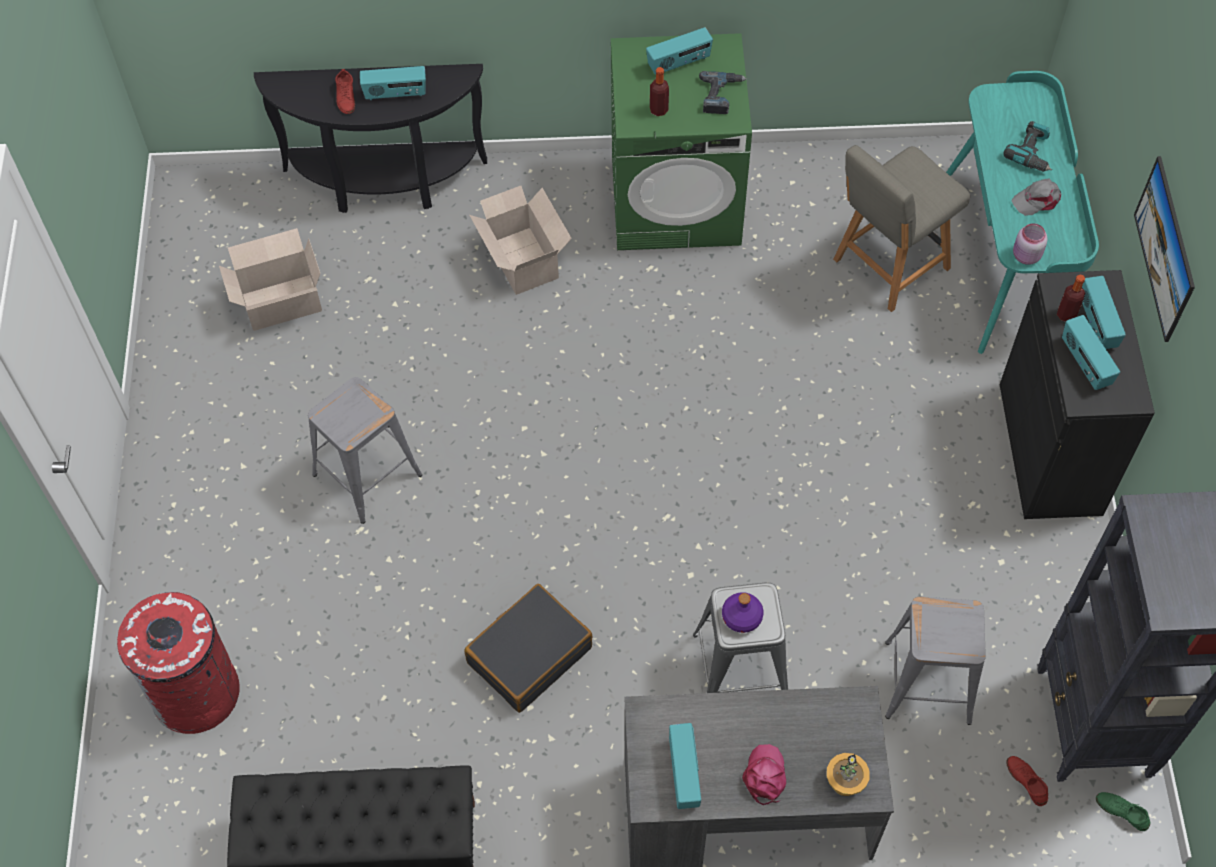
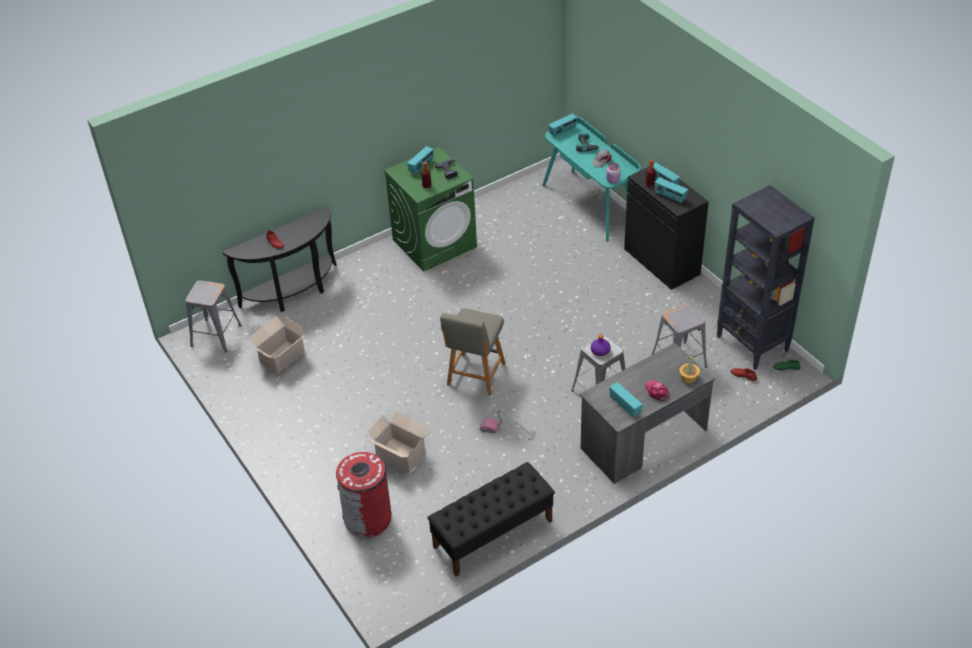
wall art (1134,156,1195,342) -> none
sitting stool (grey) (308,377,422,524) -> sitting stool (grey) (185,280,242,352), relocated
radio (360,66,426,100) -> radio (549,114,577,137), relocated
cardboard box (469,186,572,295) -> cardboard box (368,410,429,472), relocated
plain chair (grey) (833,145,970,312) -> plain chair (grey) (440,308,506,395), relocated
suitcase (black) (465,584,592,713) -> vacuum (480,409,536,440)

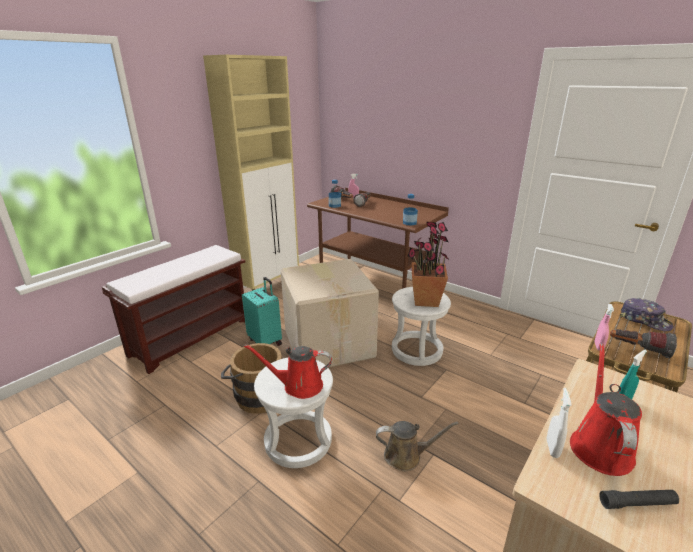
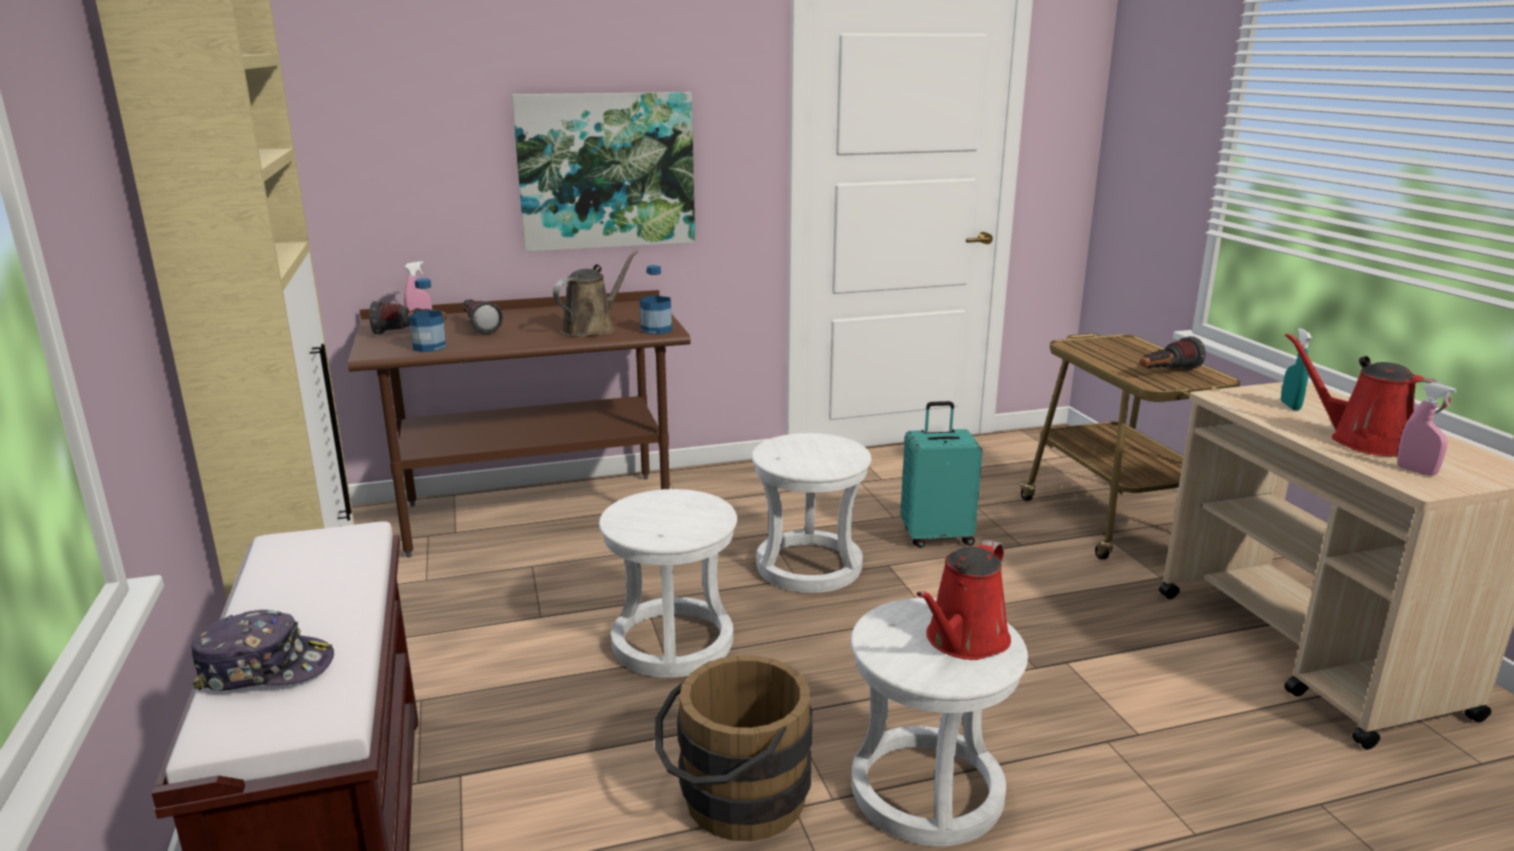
houseplant (408,222,450,307) -> none
sprayer (white-coloured) (547,388,572,458) -> none
hand torch (black) (599,490,679,509) -> none
none -> wall art (512,92,695,252)
suitcase (turquoise-coloured) (242,277,282,346) -> suitcase (turquoise-coloured) (900,401,982,548), relocated
sprinkling can (brown-coloured) (376,421,459,471) -> sprinkling can (brown-coloured) (553,250,638,337), relocated
sprayer (pinkish) (594,304,614,351) -> sprayer (pinkish) (1397,383,1456,476), relocated
baseball cap (620,298,673,331) -> baseball cap (192,610,334,691), relocated
cardboard box (281,259,379,368) -> sitting stool (white-coloured) (599,489,737,678)

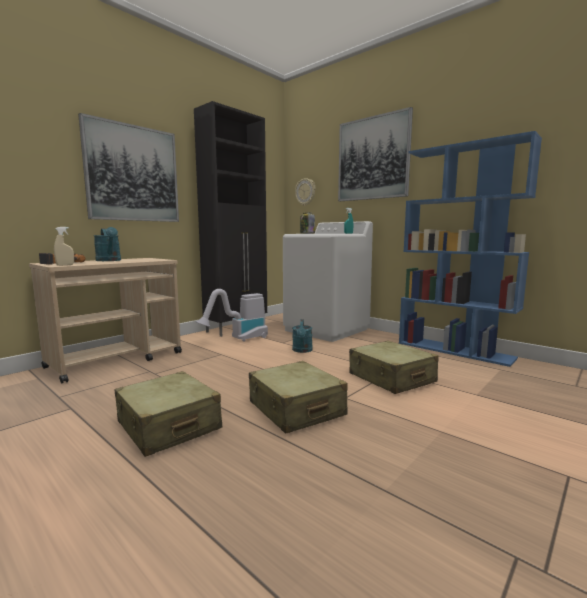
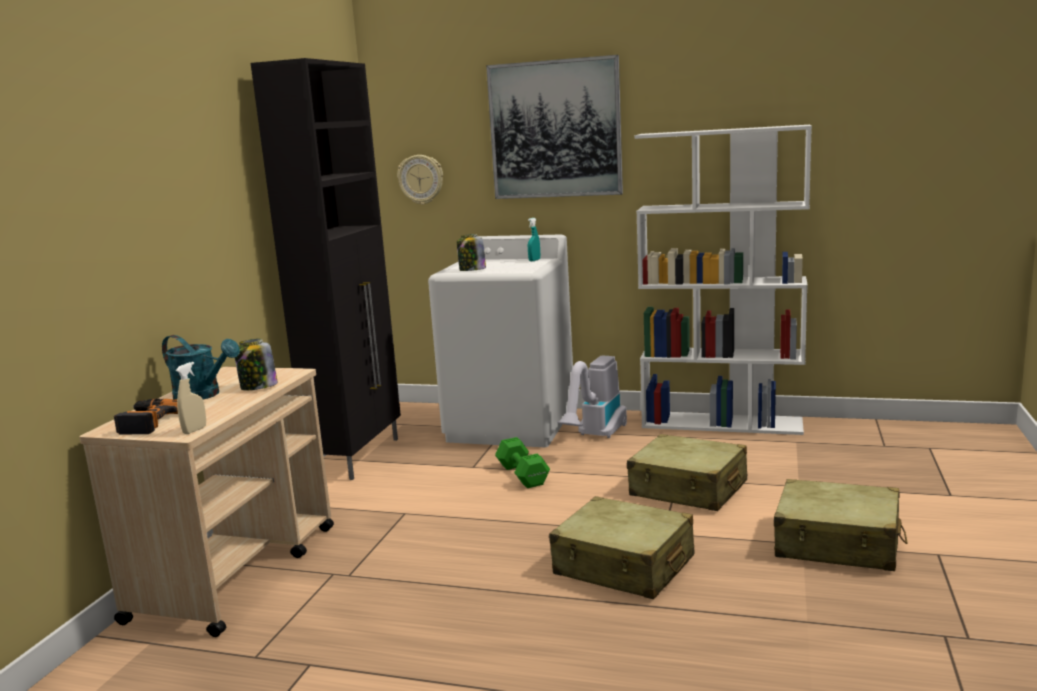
wall art (78,113,179,222) -> none
none -> storage jar (235,339,278,390)
suitcase (sand-coloured) (115,371,222,457) -> suitcase (sand-coloured) (774,479,908,571), relocated
vacuum (196,289,268,342) -> vacuum (557,356,627,438), relocated
sprinkling can (turquoise-coloured) (292,319,313,353) -> dumbbell (greenish) (495,437,550,488)
bookcase (blue) (399,131,542,367) -> bookcase (white-coloured) (634,125,812,435)

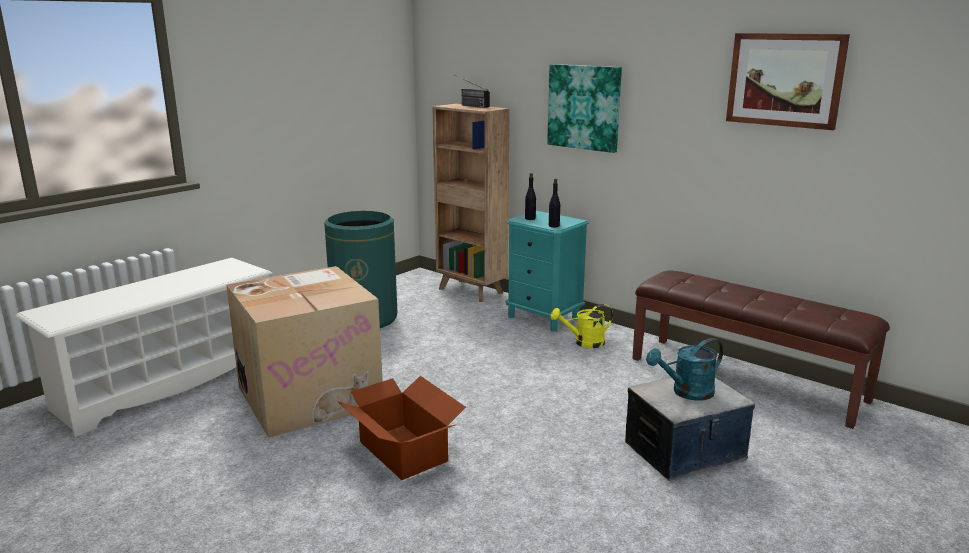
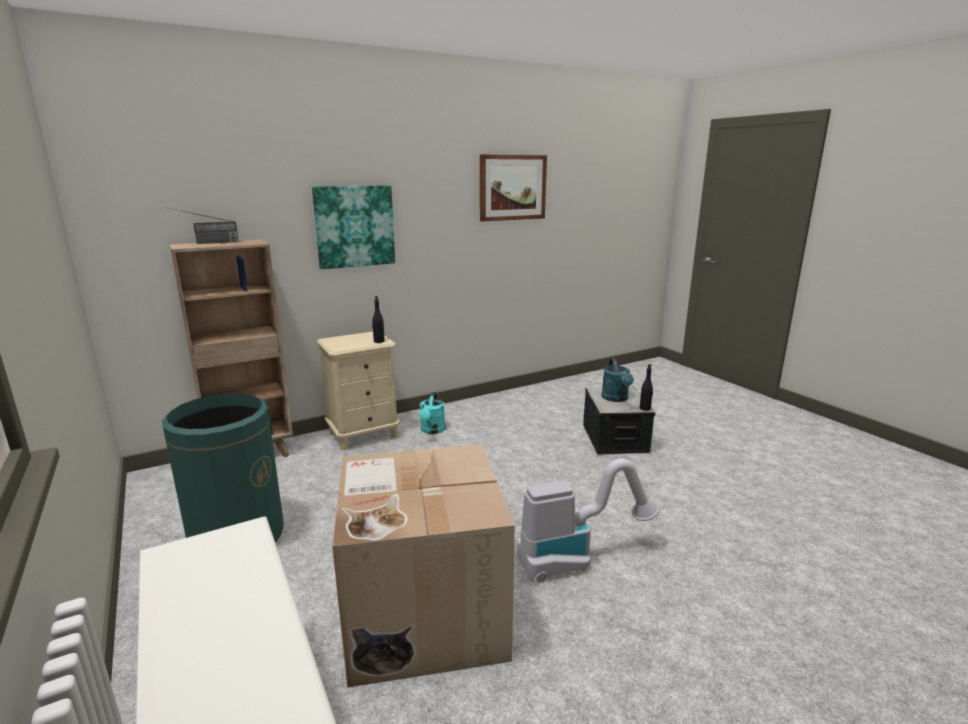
bench (brown-coloured) (632,270,890,429) -> none
bottle (black) (525,173,536,220) -> bottle (black) (640,364,653,411), relocated
cardboard box (338,376,466,480) -> vacuum (517,459,660,583)
nightstand (turquoise-coloured) (505,211,589,331) -> nightstand (sand-coloured) (317,331,400,450)
sprinkling can (yellowish) (551,304,613,348) -> sprinkling can (turquoise-coloured) (419,392,446,434)

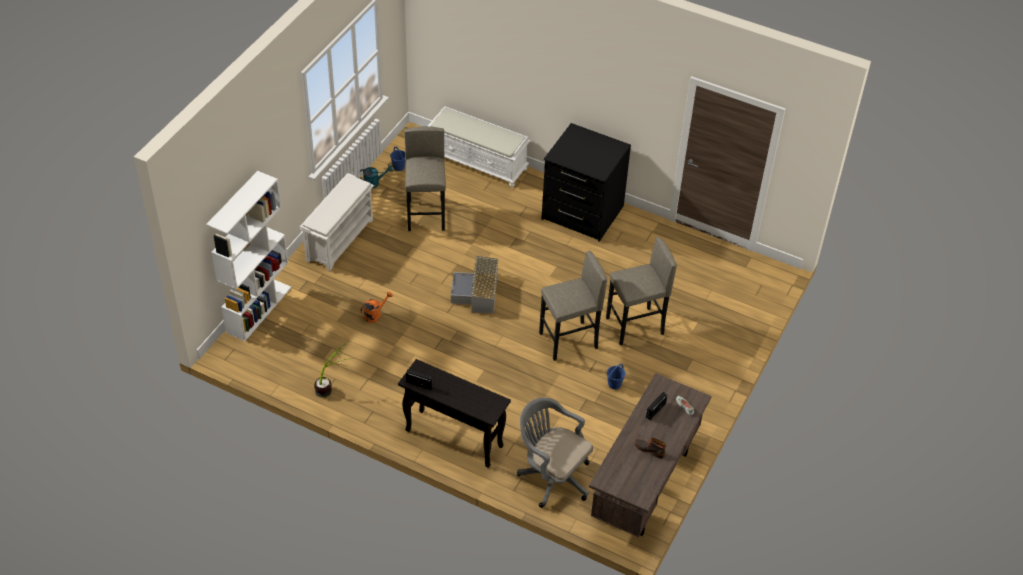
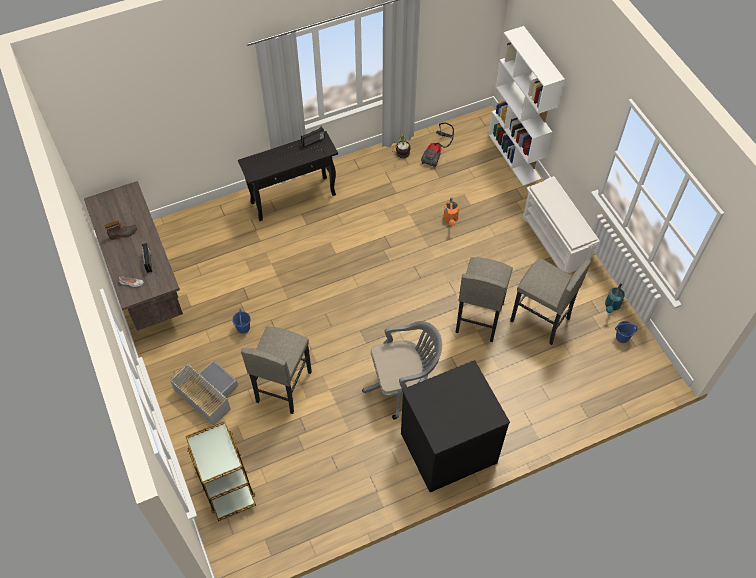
bench (white-coloured) (428,106,530,187) -> none
none -> trolley (brown-coloured) (185,421,256,521)
none -> vacuum (421,122,454,168)
storage bin (grey) (451,256,498,314) -> storage bin (grey) (170,360,238,425), relocated
desk chair (grey) (517,397,593,508) -> desk chair (grey) (362,321,442,420), relocated
sitting stool (grey) (539,251,607,361) -> sitting stool (grey) (455,257,513,342), relocated

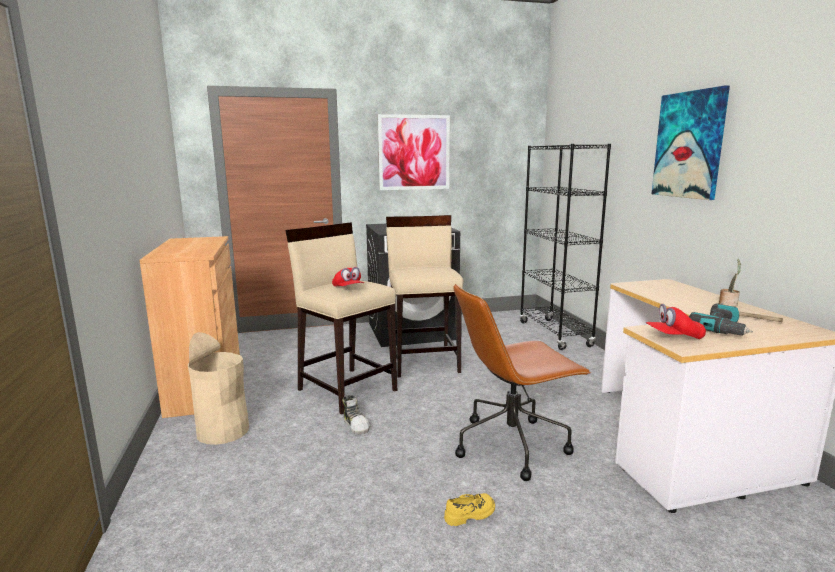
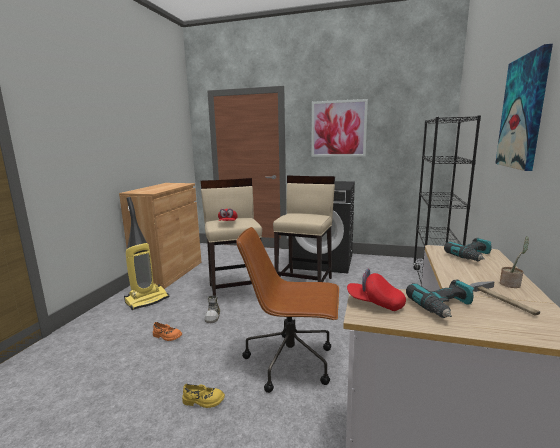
none -> shoe (orangey) (153,322,182,341)
none -> power drill (444,238,492,261)
rubbish bin (sand-coloured) (188,332,249,445) -> vacuum (124,197,169,310)

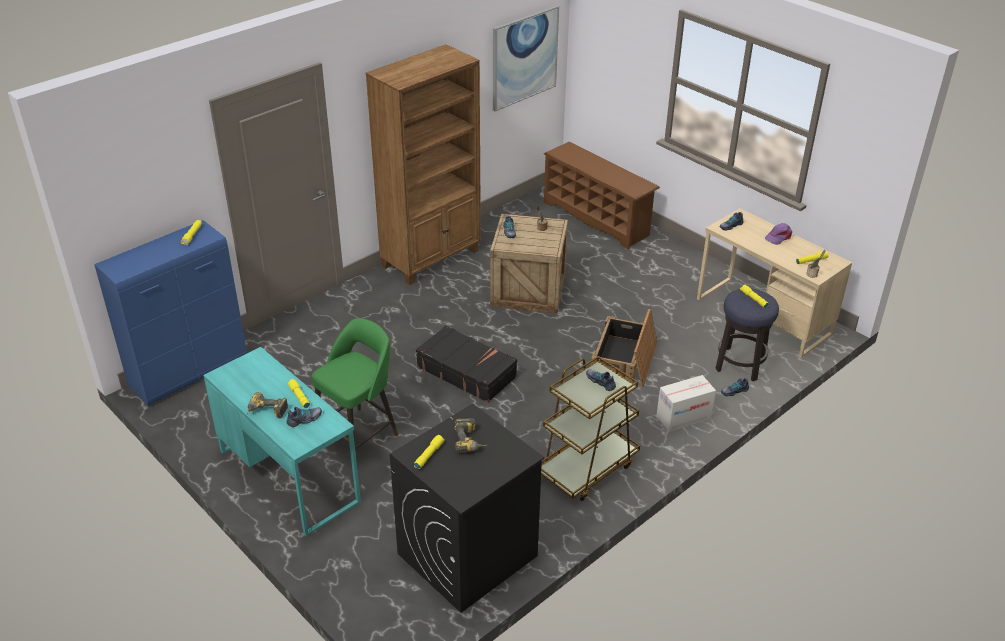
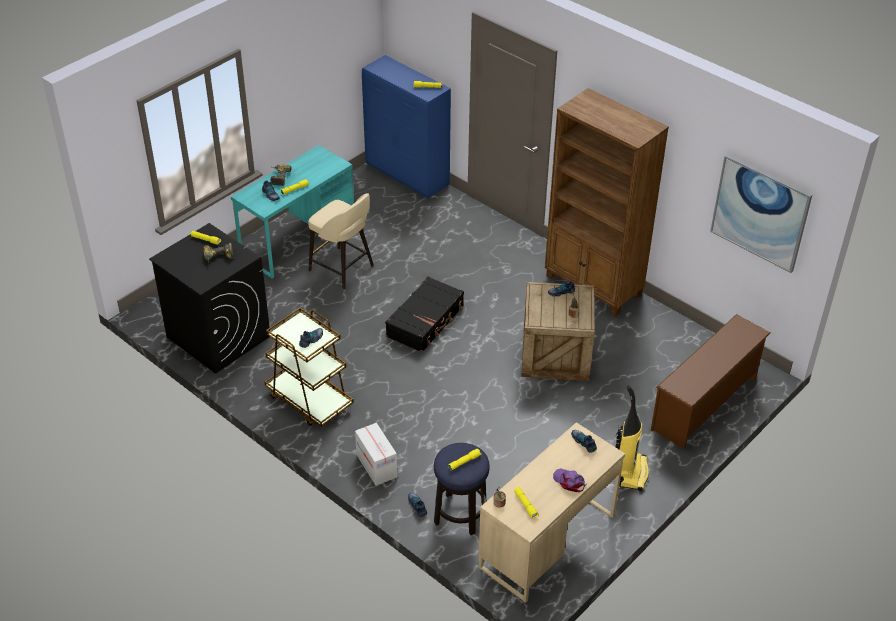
packing crate (591,309,657,387) -> none
none -> vacuum (616,385,649,491)
sitting stool (greenish) (312,318,398,450) -> sitting stool (sand-coloured) (308,193,374,290)

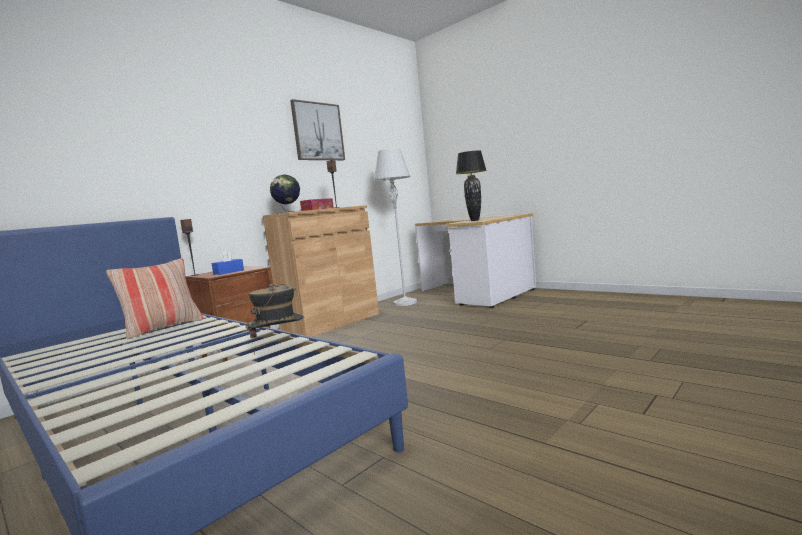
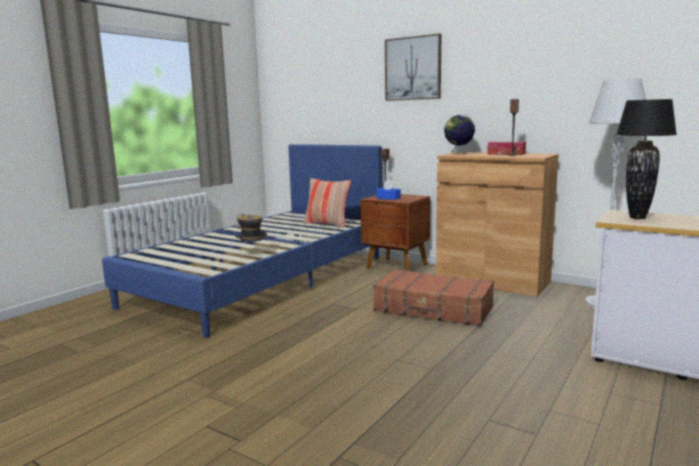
none -> suitcase (brown-coloured) (373,269,494,327)
wall art (290,99,345,160) -> wall art (385,33,441,101), relocated

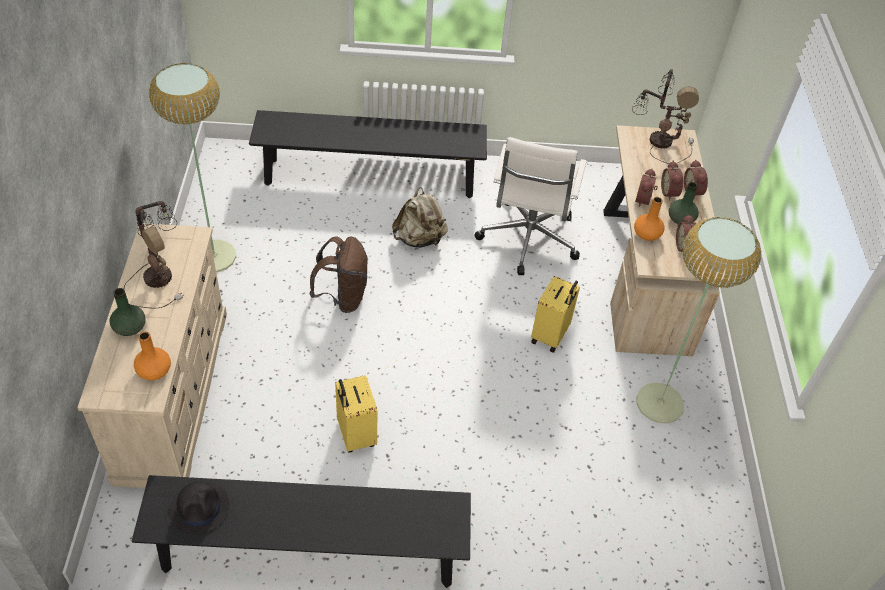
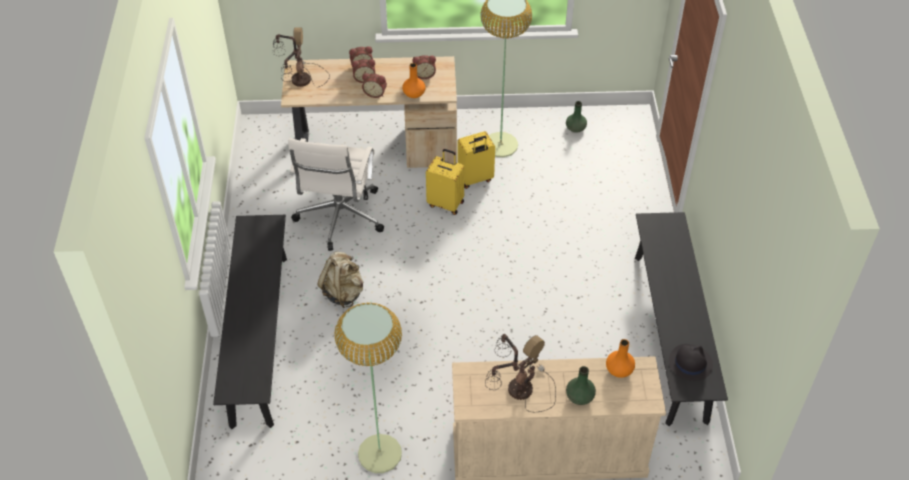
backpack (brown-coloured) (309,236,368,313) -> none
suitcase (yellowish) (335,375,377,453) -> suitcase (yellowish) (457,131,495,189), relocated
flower vase (greenish) (669,182,699,225) -> flower vase (greenish) (566,101,587,133), relocated
desk chair (white-coloured) (474,137,587,275) -> desk chair (white-coloured) (288,138,384,251), 90 degrees clockwise

